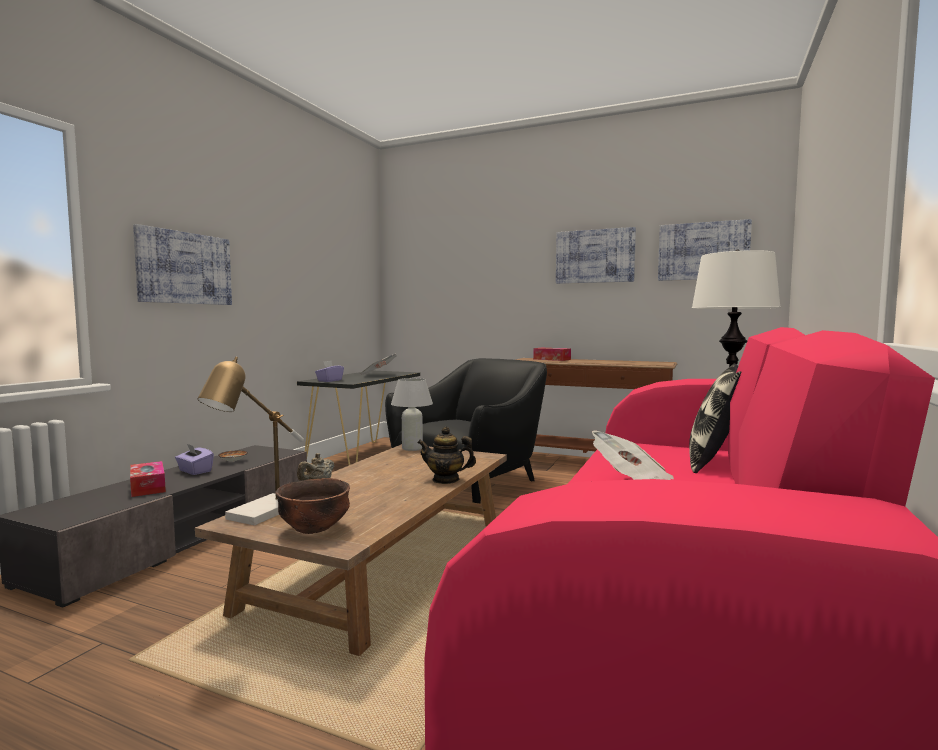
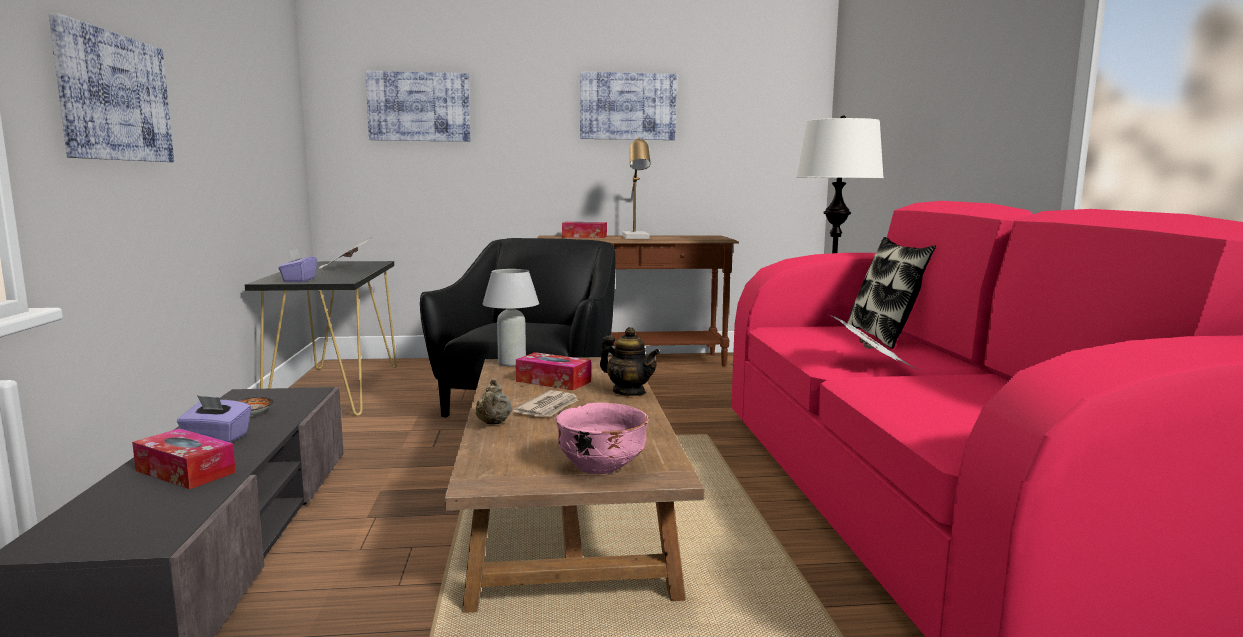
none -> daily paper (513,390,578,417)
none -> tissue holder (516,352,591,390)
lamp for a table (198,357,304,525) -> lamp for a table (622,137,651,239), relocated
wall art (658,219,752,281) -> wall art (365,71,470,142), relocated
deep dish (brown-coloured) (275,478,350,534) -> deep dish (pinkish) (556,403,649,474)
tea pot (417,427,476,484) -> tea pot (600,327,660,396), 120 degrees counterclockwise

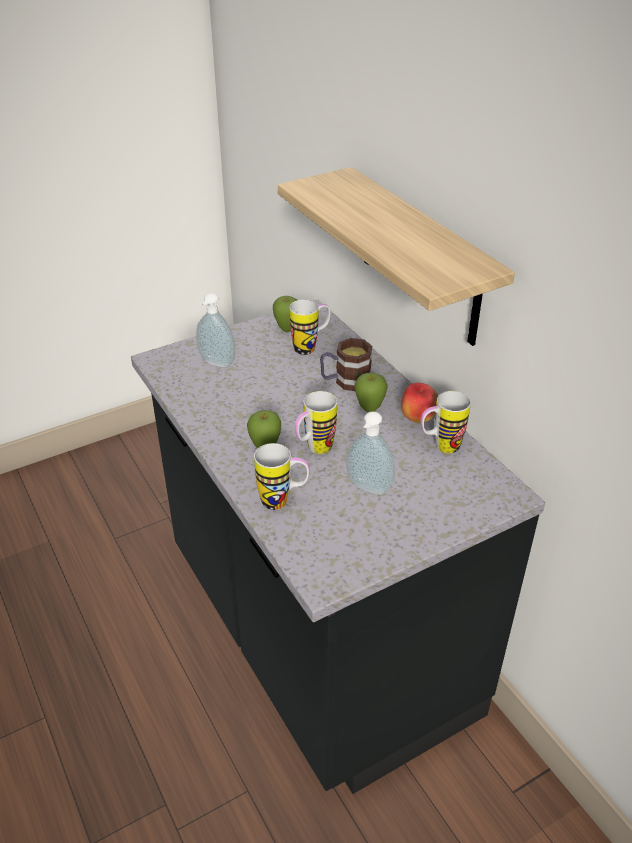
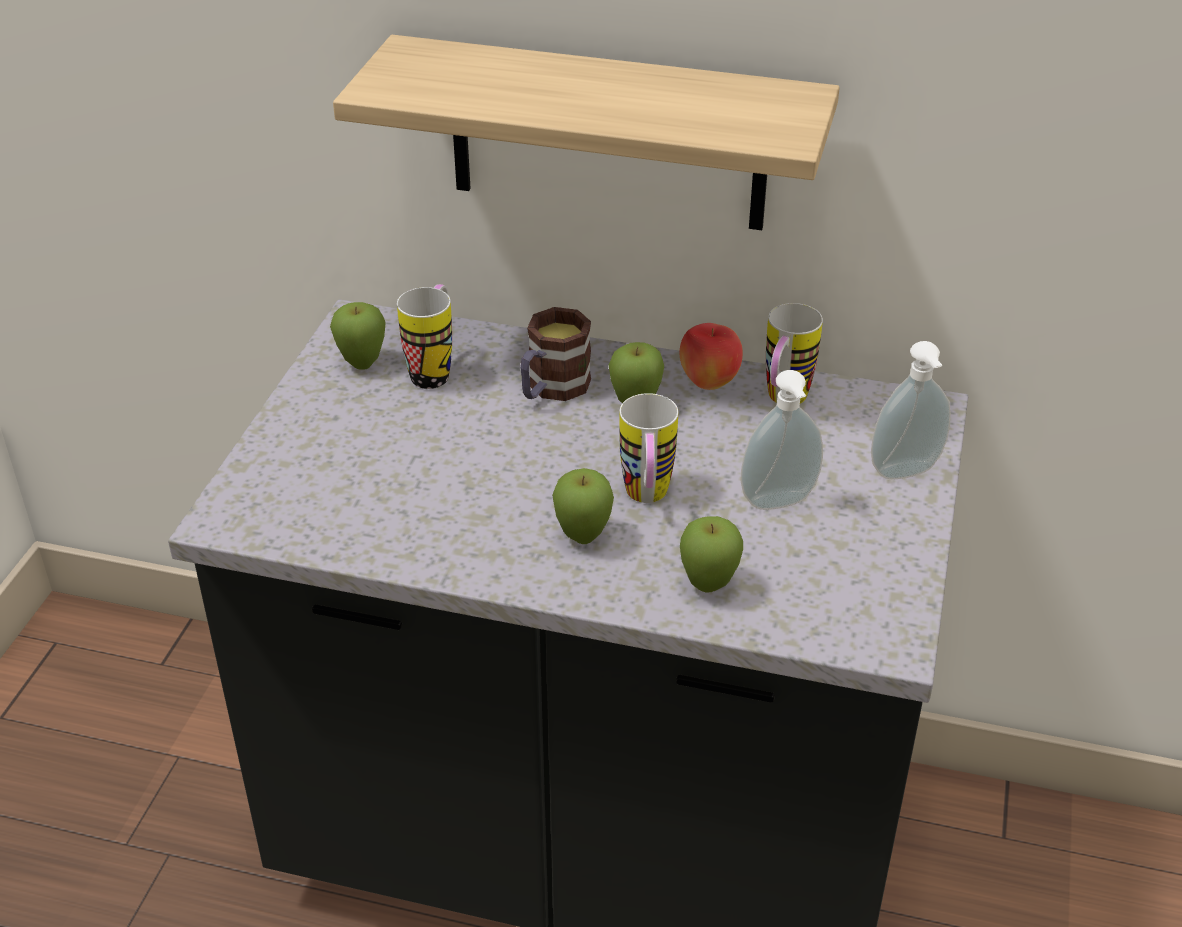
soap bottle (196,293,235,367) -> soap bottle (871,341,951,479), relocated
mug (254,443,310,510) -> apple fruit (680,516,743,593)

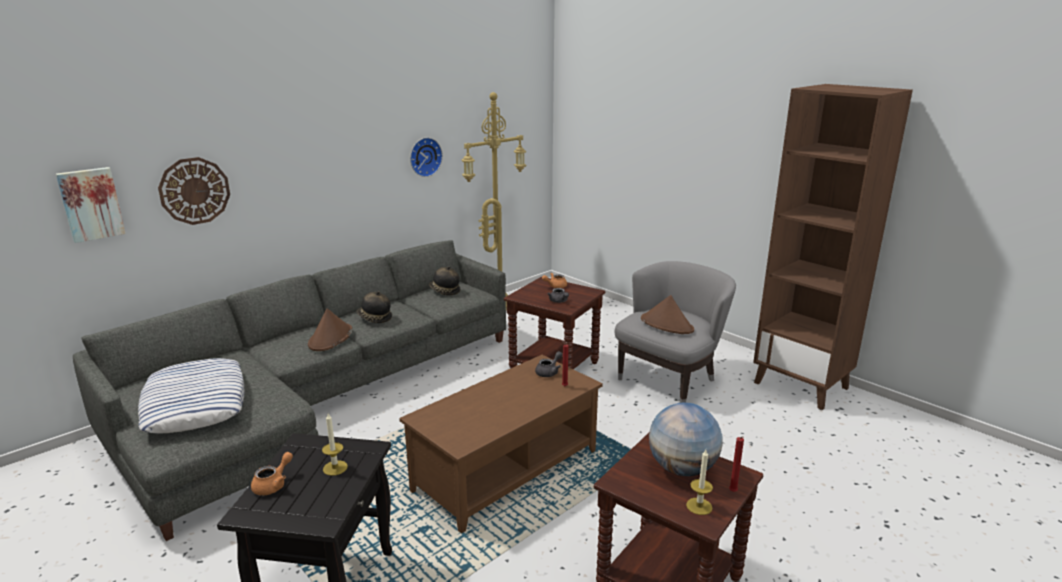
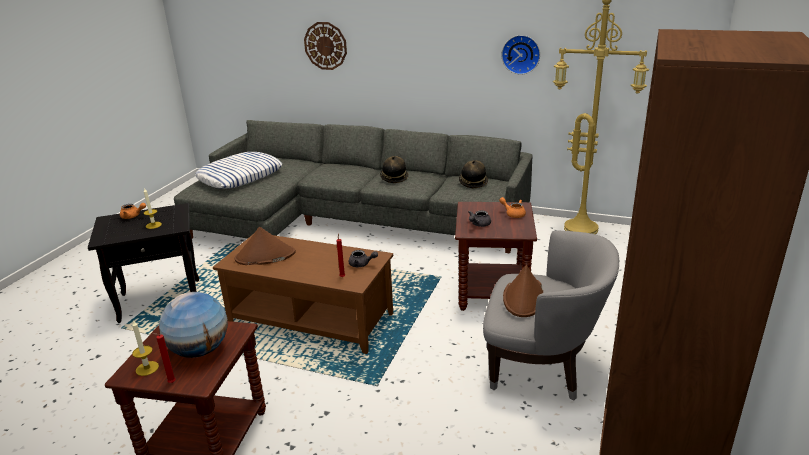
wall art (56,167,126,243) -> none
clothing hat (brown-coloured) (308,308,352,351) -> clothing hat (brown-coloured) (235,227,295,265), relocated

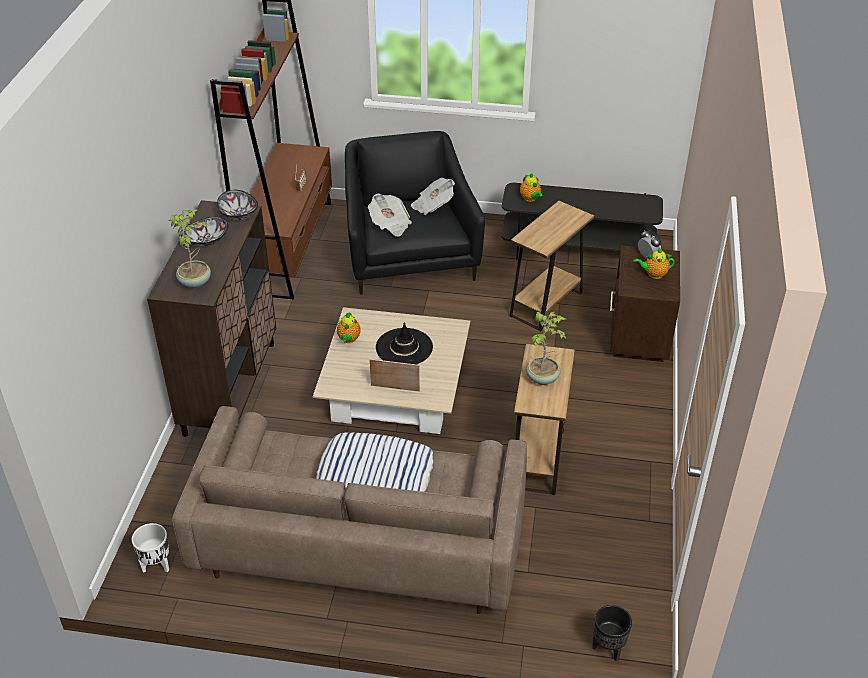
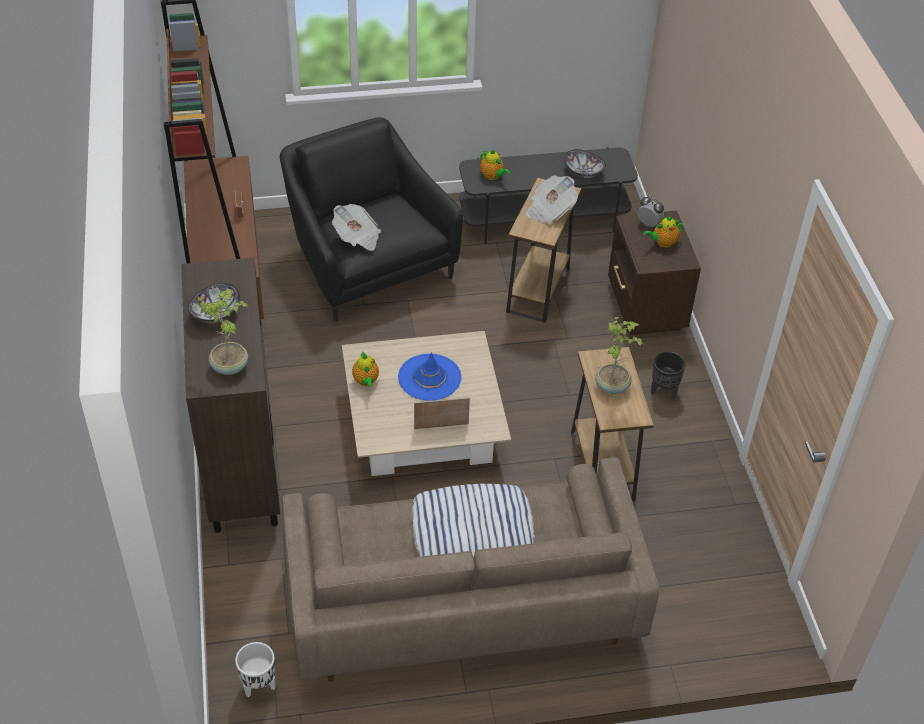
deep dish (217,190,258,220) -> deep dish (564,149,606,178), relocated
daily paper (411,178,455,215) -> daily paper (525,175,578,224), relocated
flower pot (black) (592,605,632,661) -> flower pot (black) (651,351,686,399), relocated
clothing hat (black) (376,322,433,364) -> clothing hat (blue) (398,352,462,401)

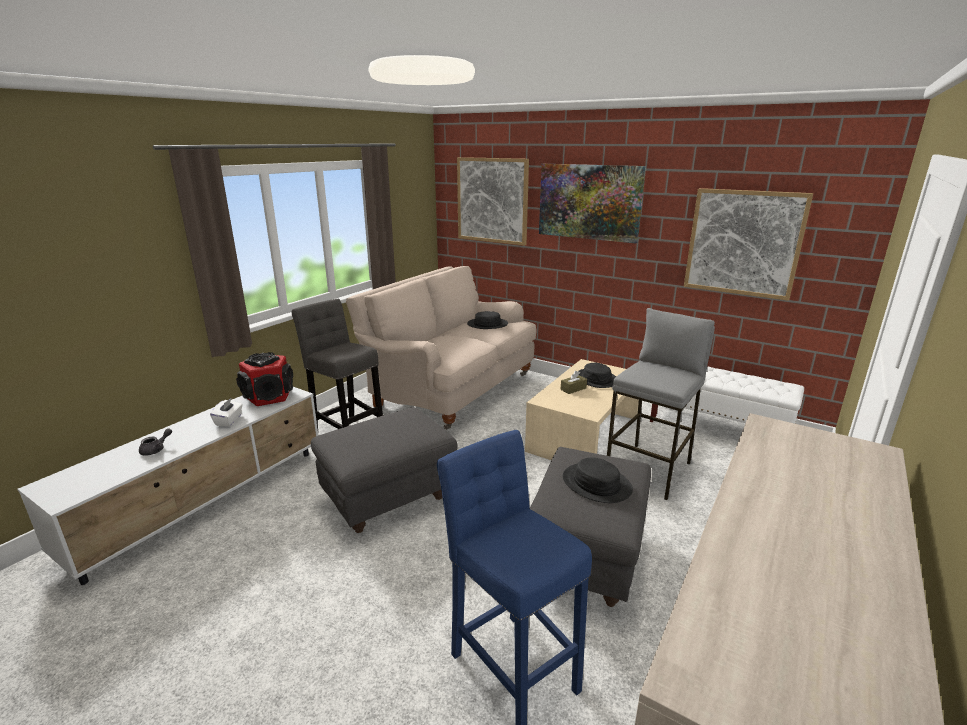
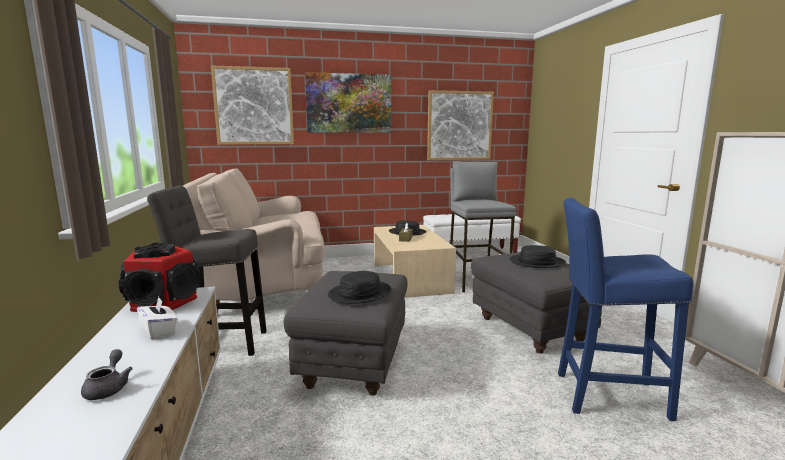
clothing hat (black) (467,311,508,329) -> clothing hat (black) (328,271,392,304), relocated

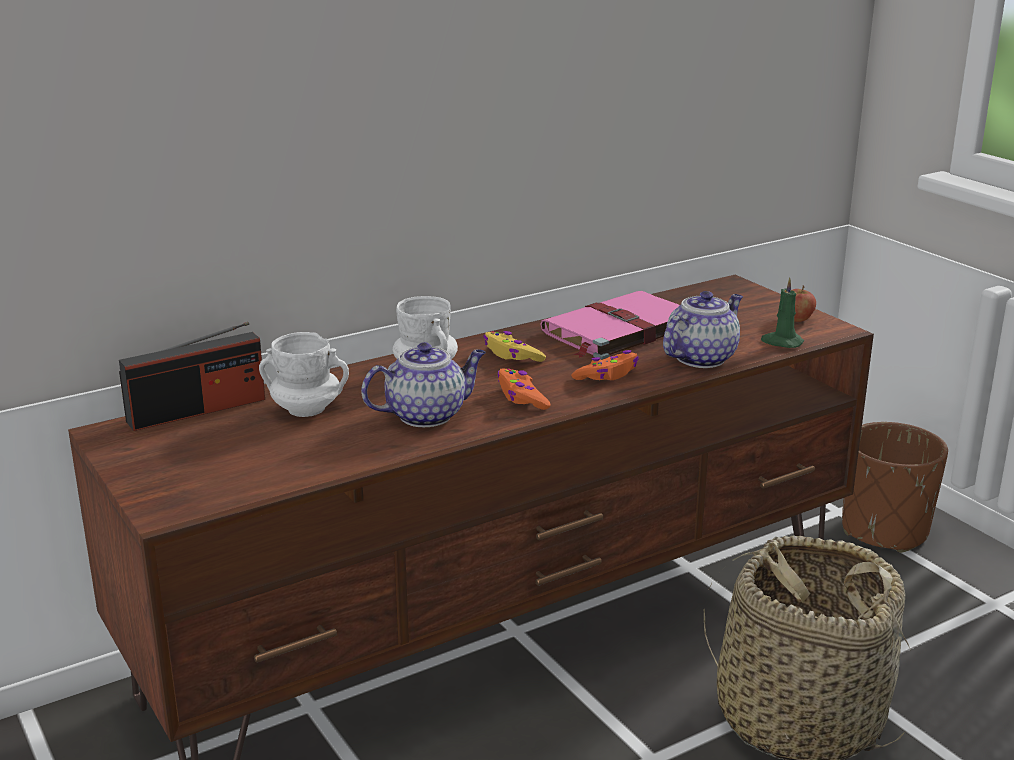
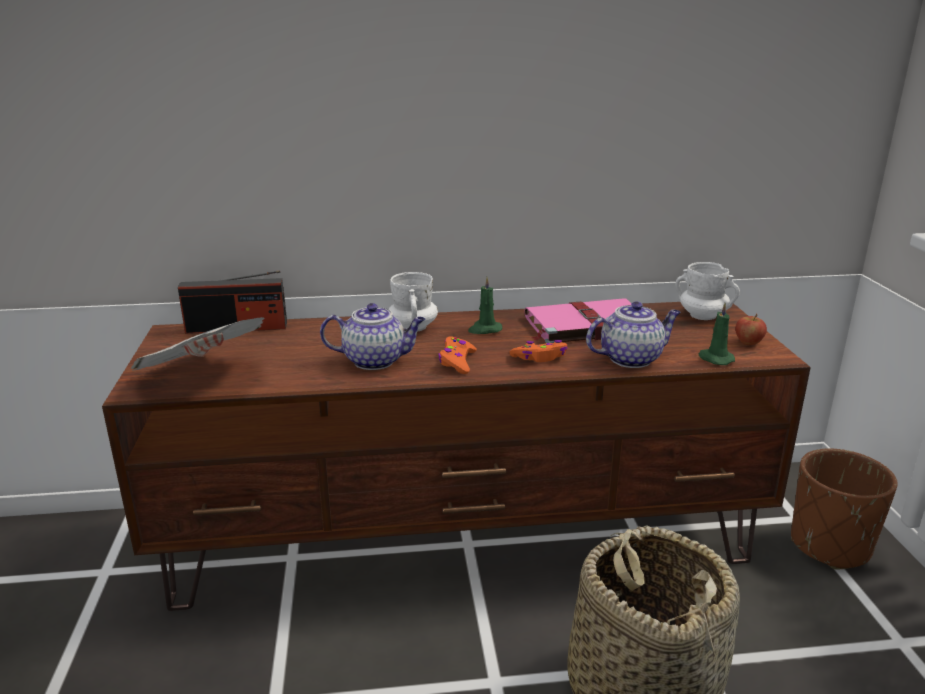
none -> daily paper (131,317,264,371)
mug (white-coloured) (259,332,349,417) -> mug (white-coloured) (675,262,740,320), relocated
joypad (yellowish) (483,331,546,362) -> candle (greenish) (468,277,502,334)

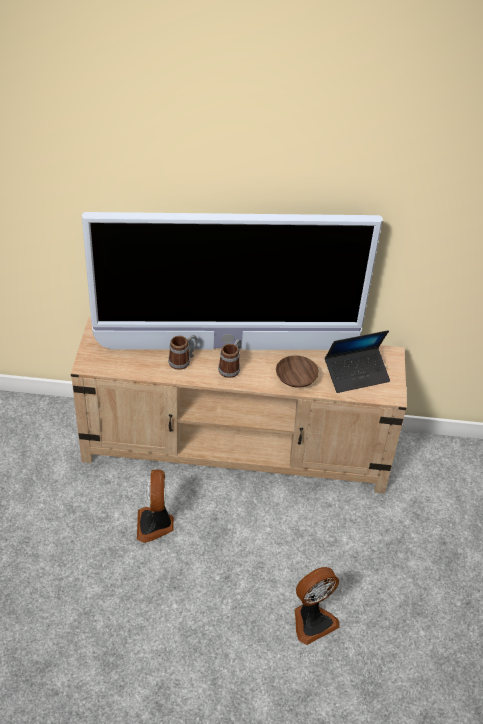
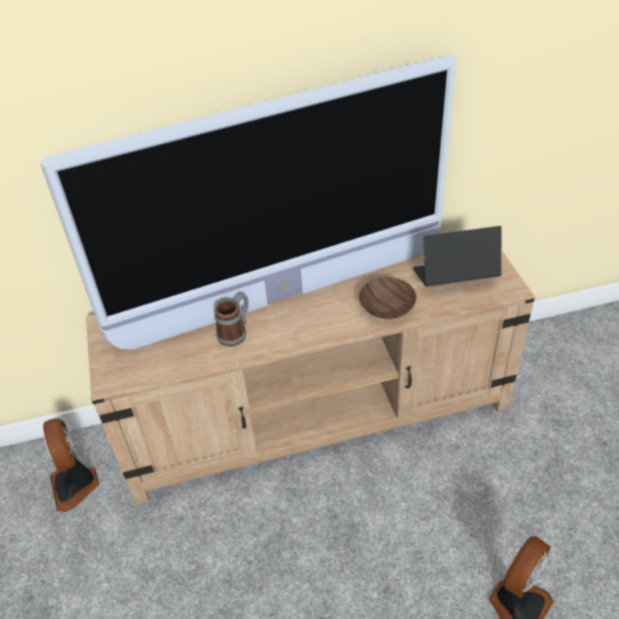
mug (218,339,241,378) -> none
cooling fan (137,470,174,543) -> cooling fan (43,418,99,512), relocated
notebook computer (325,330,390,393) -> notebook computer (413,226,502,287), 150 degrees counterclockwise

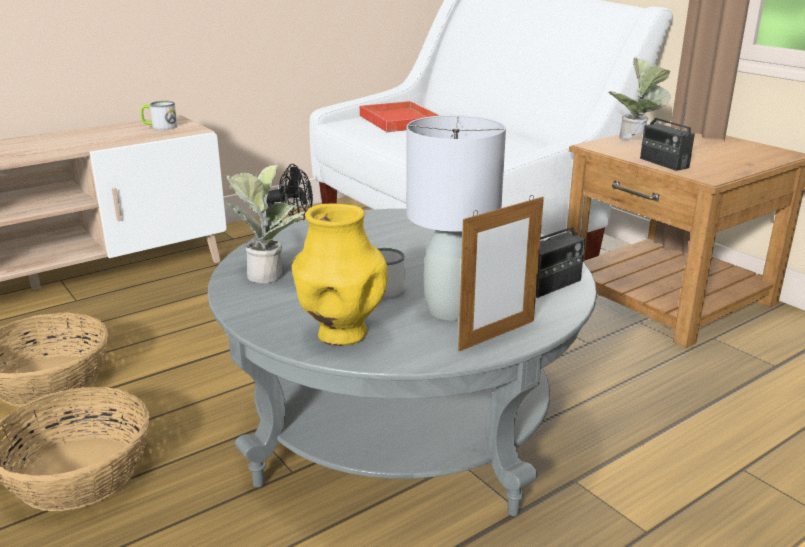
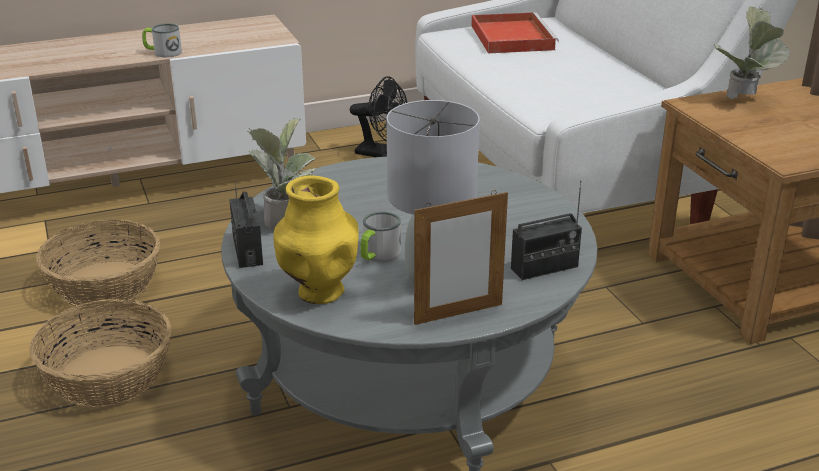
mug (141,101,178,130) -> mug (142,23,182,57), relocated
radio (640,94,695,171) -> radio (230,180,263,268), relocated

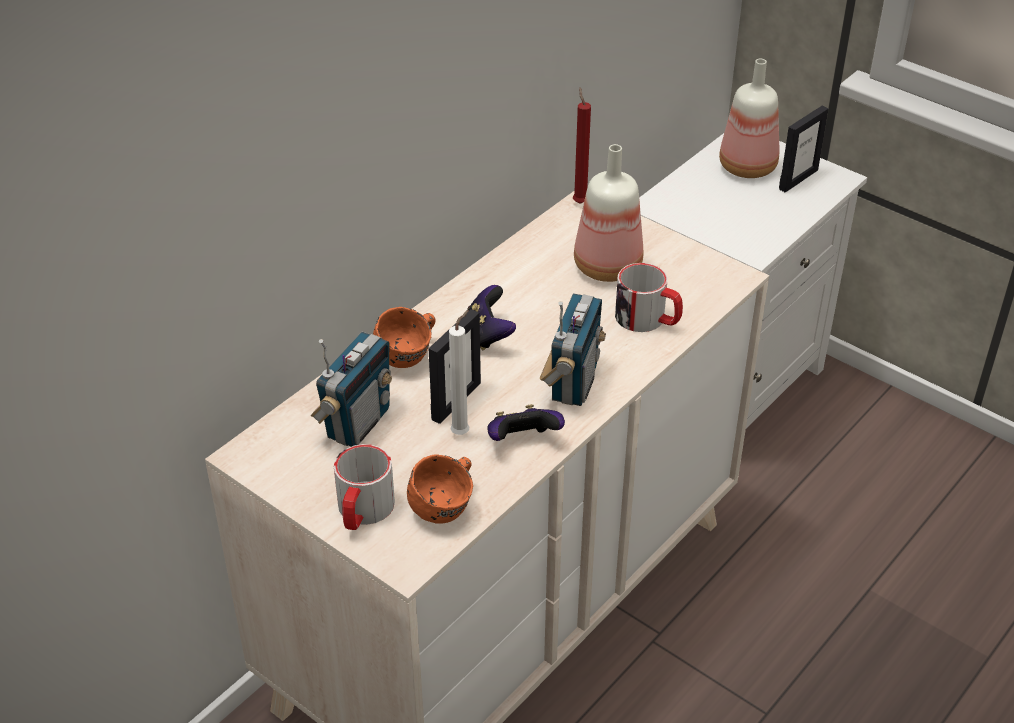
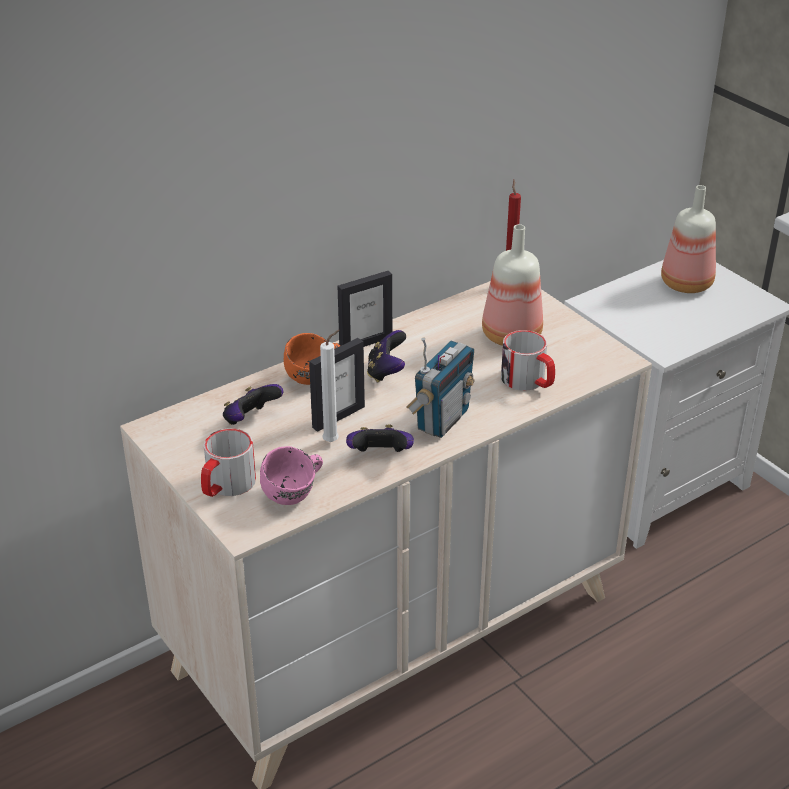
photo frame (779,106,829,193) -> photo frame (338,271,392,347), relocated
radio (311,332,392,447) -> joypad (223,384,283,425)
mug (orangey) (407,454,473,524) -> mug (pinkish) (260,446,323,505)

